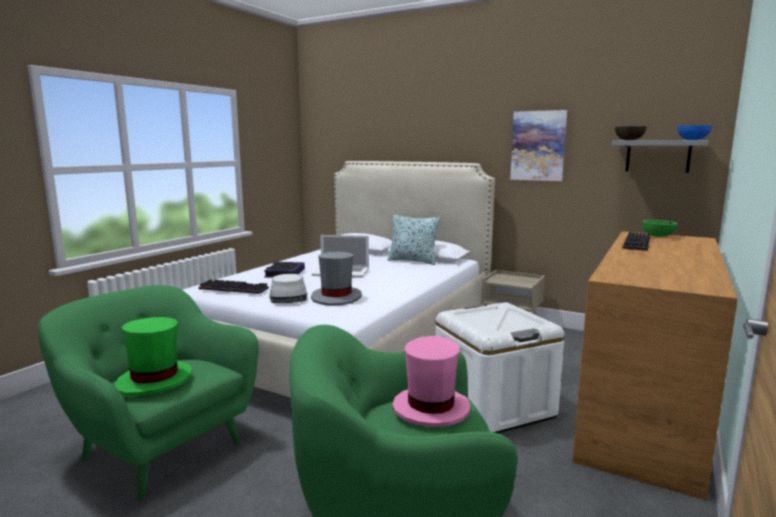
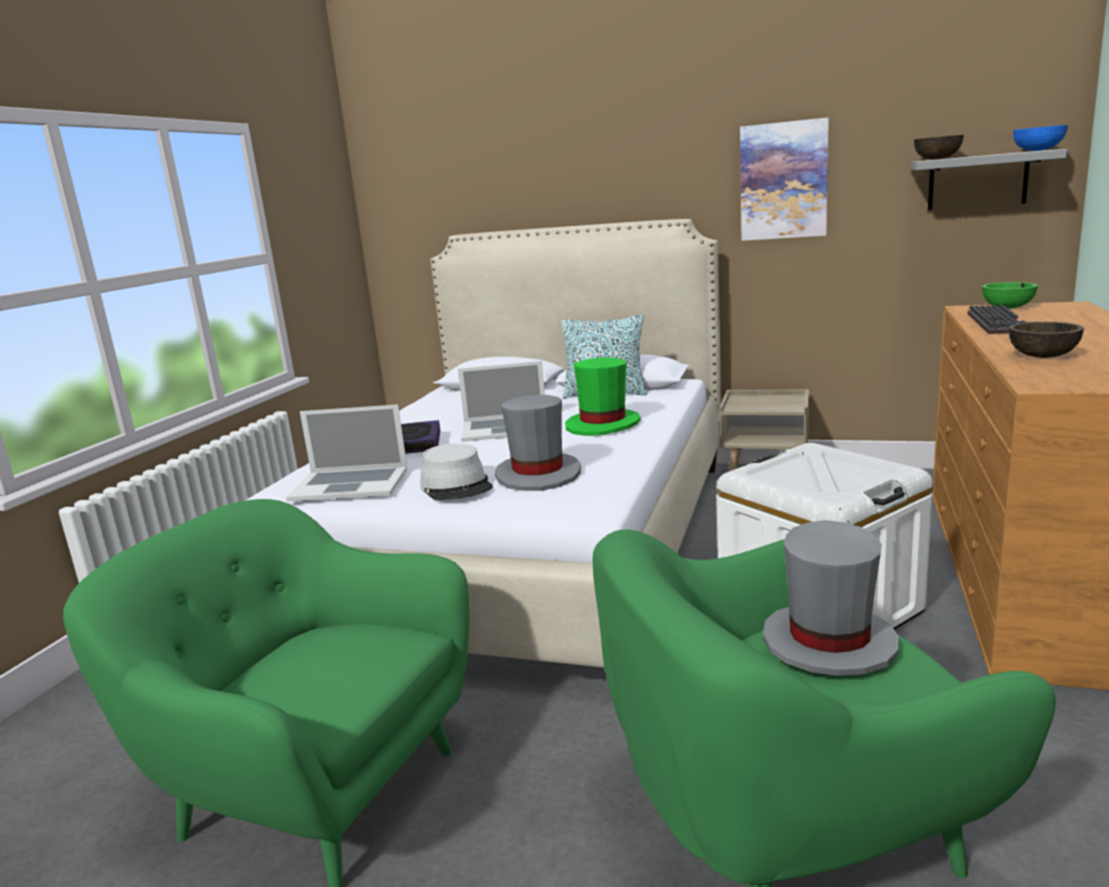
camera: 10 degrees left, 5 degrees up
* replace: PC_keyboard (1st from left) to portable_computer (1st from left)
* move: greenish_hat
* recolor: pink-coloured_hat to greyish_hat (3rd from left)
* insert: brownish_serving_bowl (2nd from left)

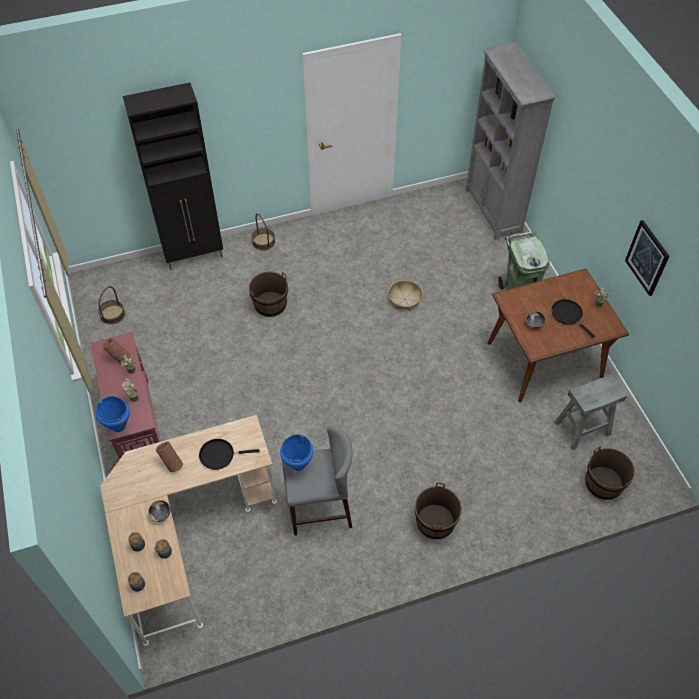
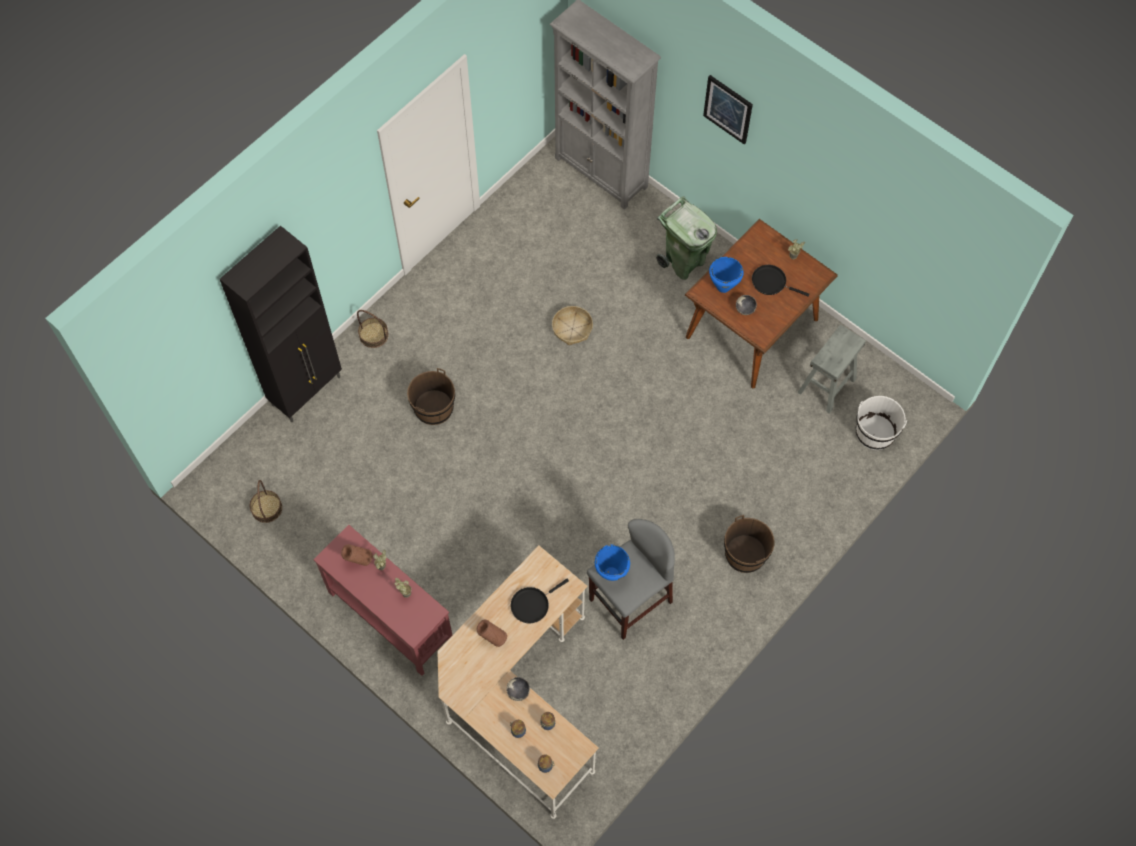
camera: 30 degrees left, 10 degrees up
* move: wall_picture
* move: blue-coloured_stockpot (1st from left in the first image) to blue-coloured_stockpot (2nd from left)
* recolor: brownish_water_bucket (3rd from left) to white_water_bucket

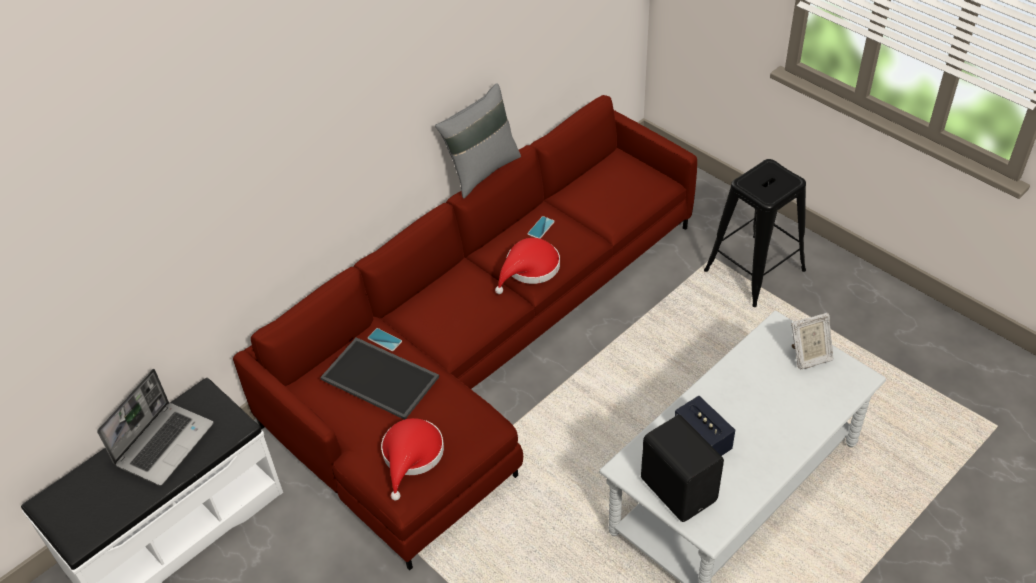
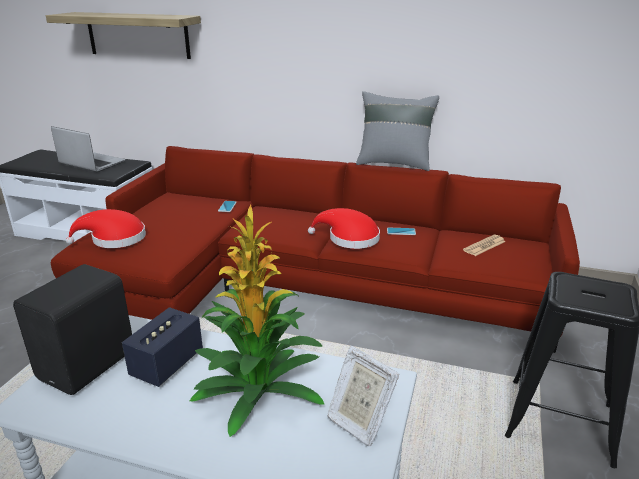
camera: 60 degrees right, 20 degrees down
* insert: bracket_shelf
* rotate: portable_computer 150 degrees counterclockwise
* insert: potted_plant
* insert: daily_paper
* delete: carrying_tray

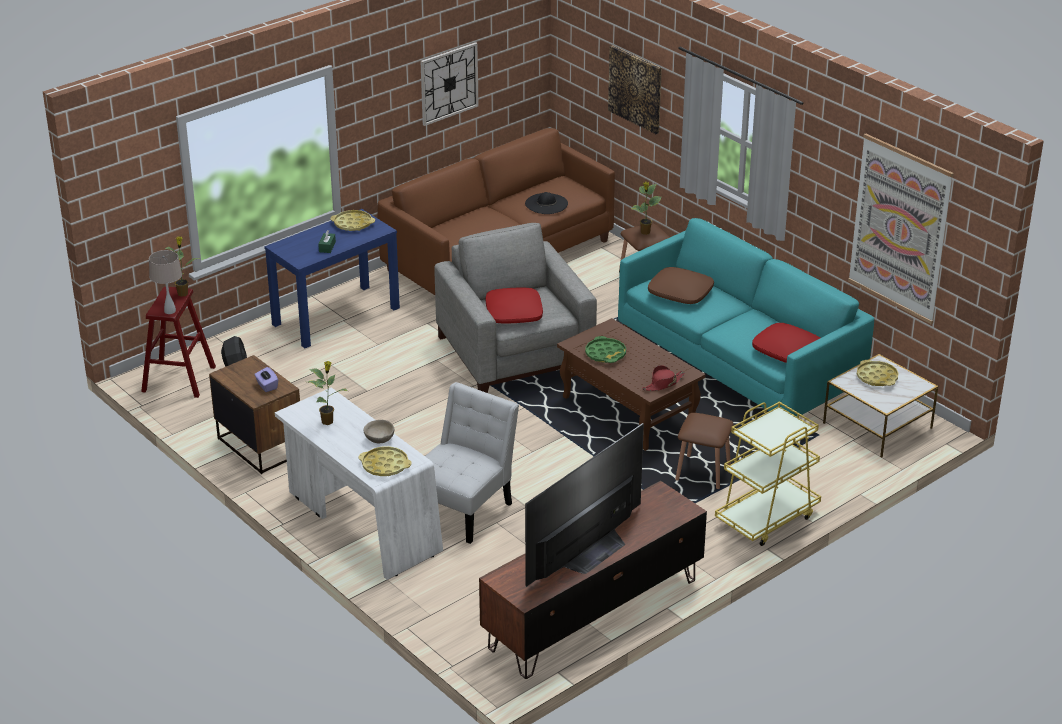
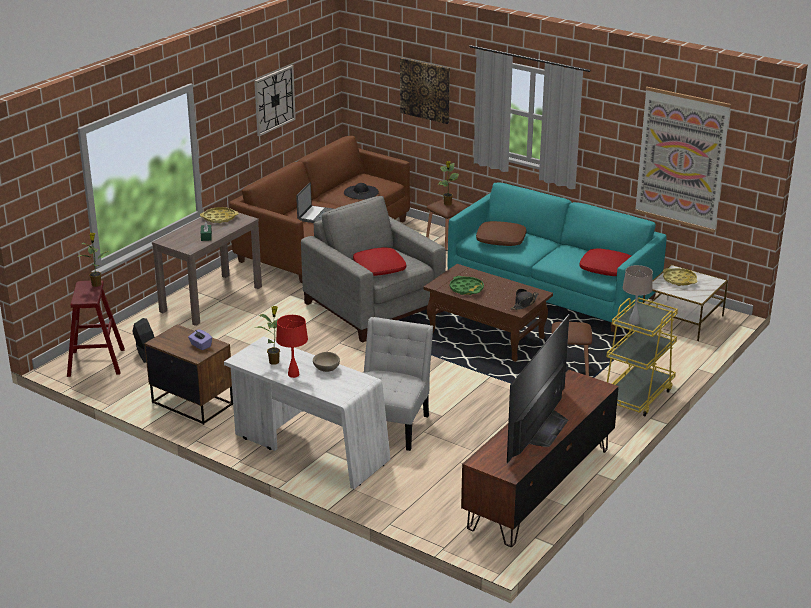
camera: 15 degrees left, 5 degrees down
* recolor: blue-coloured_hall_table to brownish_hall_table
* insert: red_table_lamp
* insert: portable_computer
* recolor: red_hat to blackish_hat (2nd from left)
* move: beige_table_lamp
* delete: yellowish_carrying_tray (2nd from left)

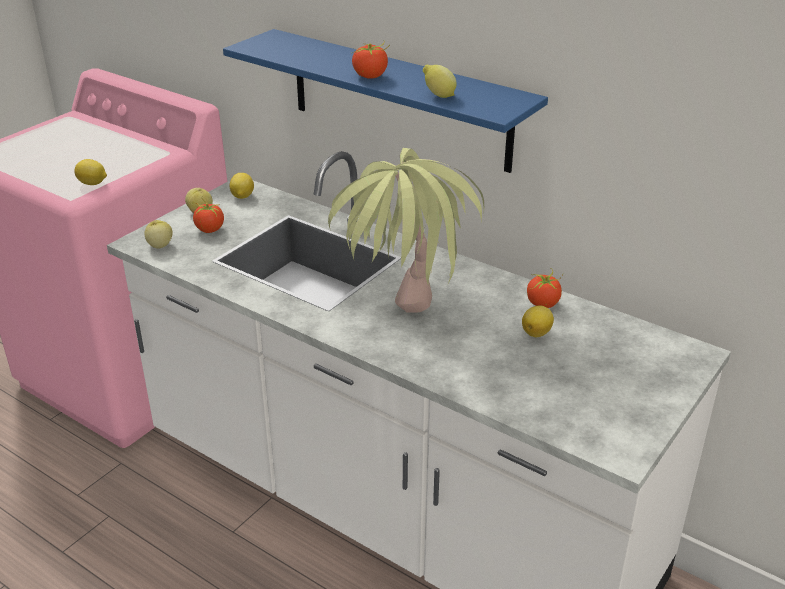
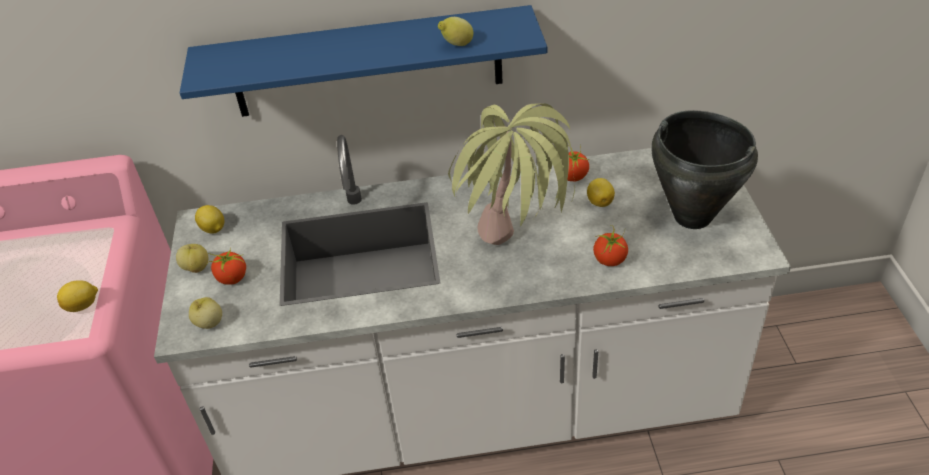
camera: 40 degrees left, 10 degrees up
* move: tomato (2nd from left in the first image) to tomato (3rd from left)
* insert: blackish_stockpot

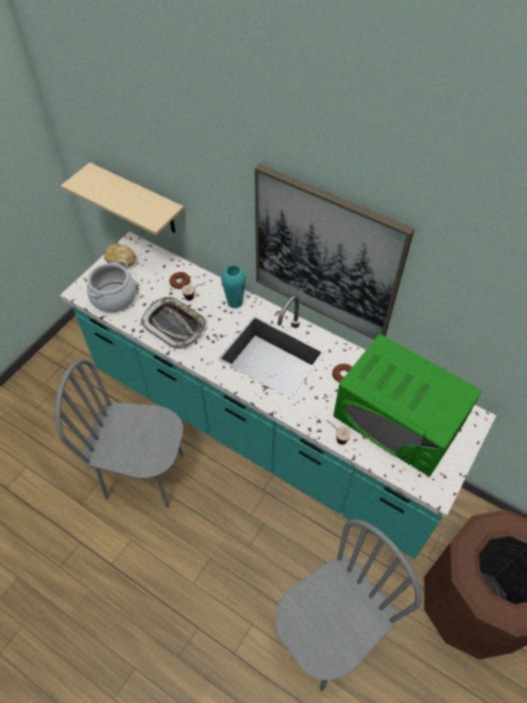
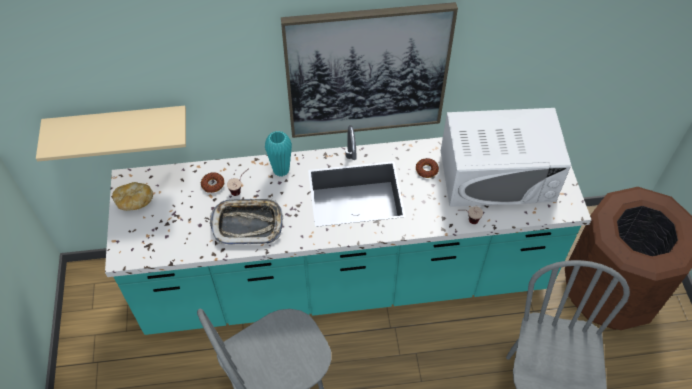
camera: 40 degrees left, 0 degrees up
* recolor: greenish_kitchen_microwave to white_kitchen_microwave
* delete: stockpot

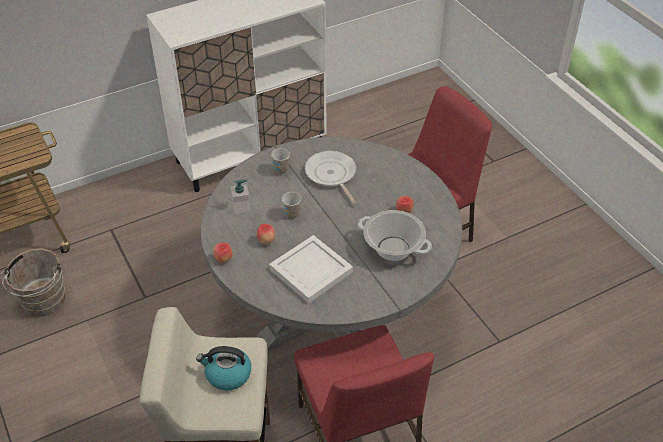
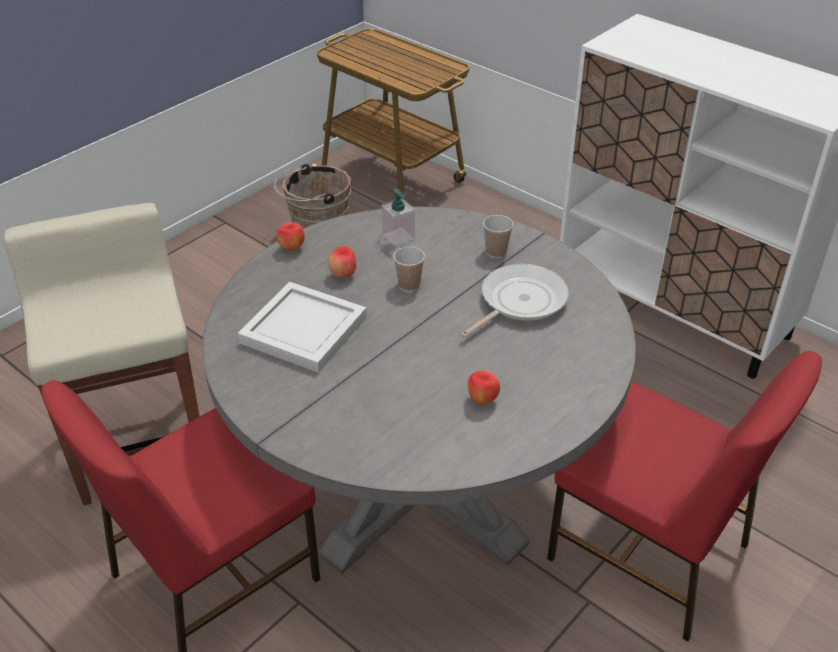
camera: 70 degrees right, 5 degrees down
* delete: water_kettle
* delete: stockpot

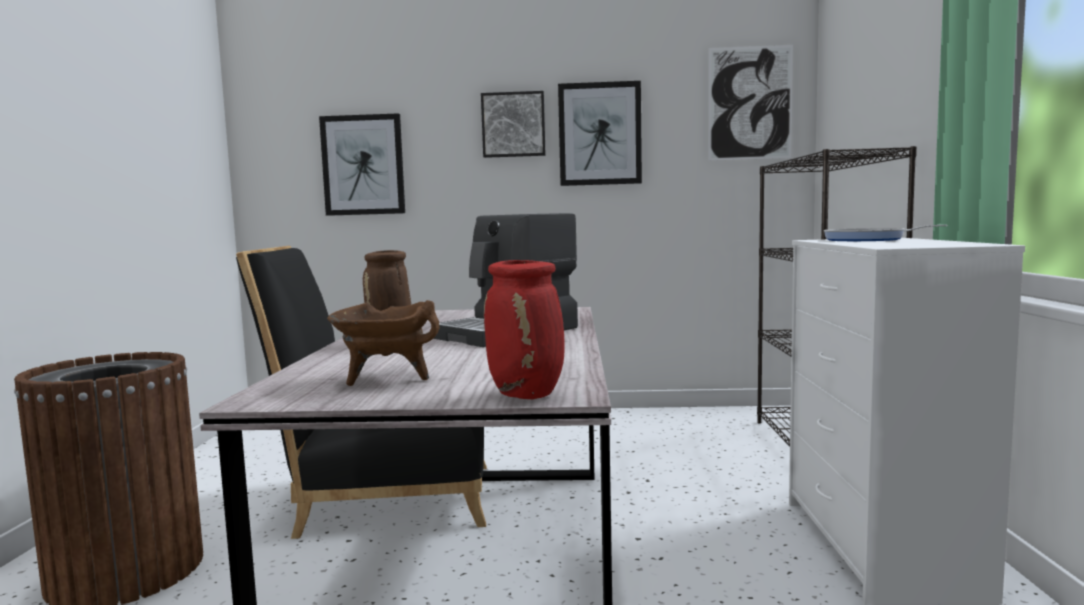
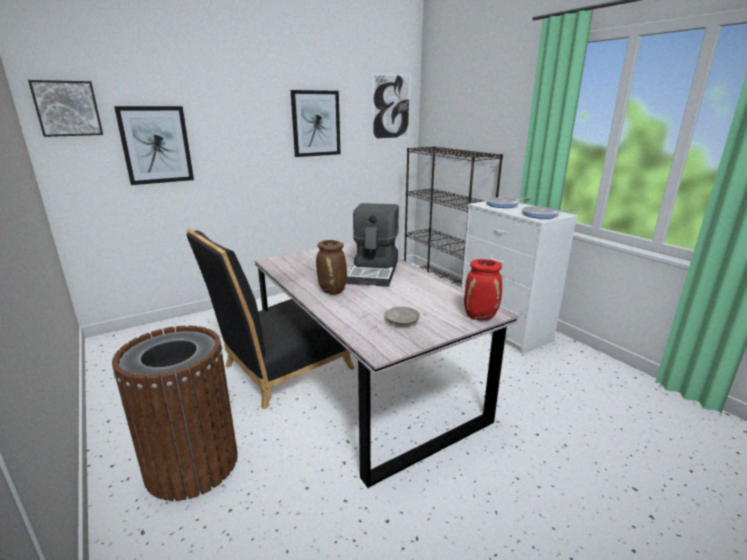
camera: 35 degrees left, 15 degrees up
* move: wall_picture (2nd from left in the first image) to wall_picture (1st from left)
* replace: brownish_stockpot to beige_dinner_plate
* insert: frying_pan (2nd from left)

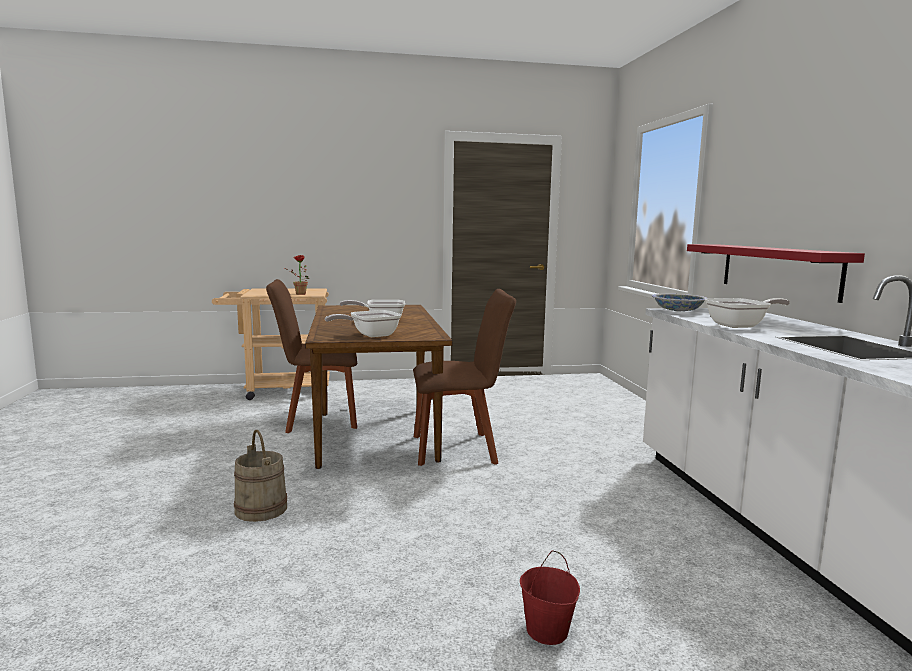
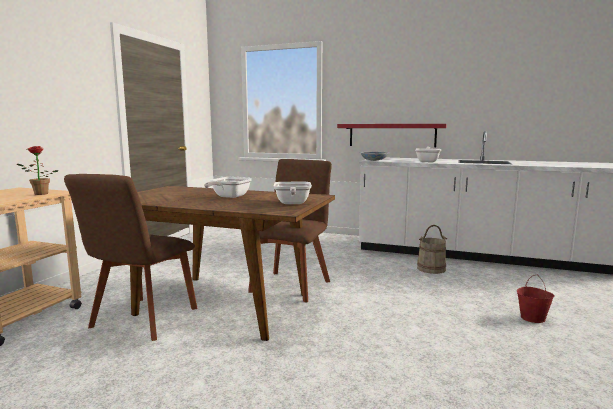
camera: 60 degrees left, 0 degrees up
* move: beige_water_bucket

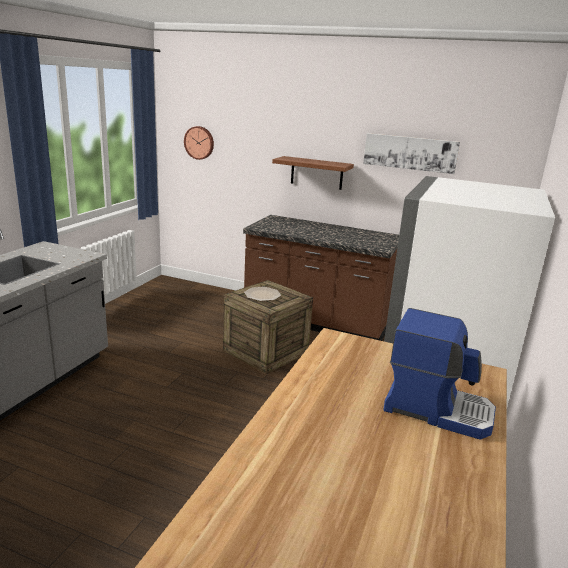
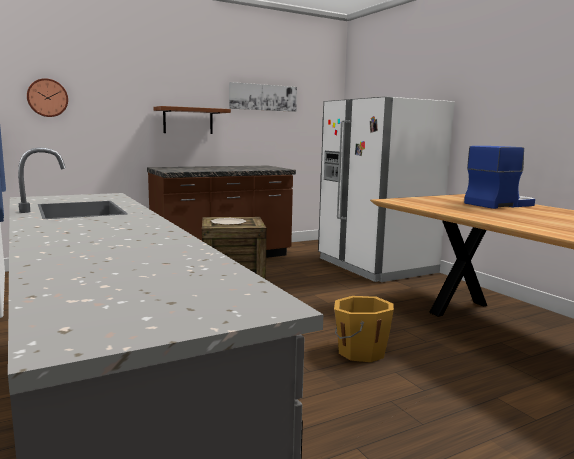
camera: 50 degrees left, 10 degrees down
* insert: orange_water_bucket

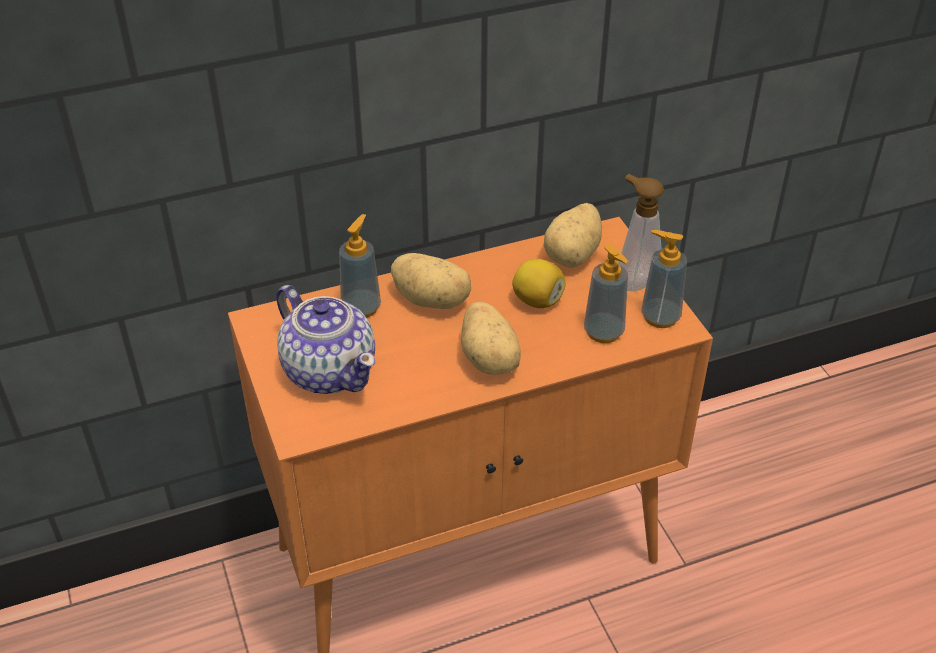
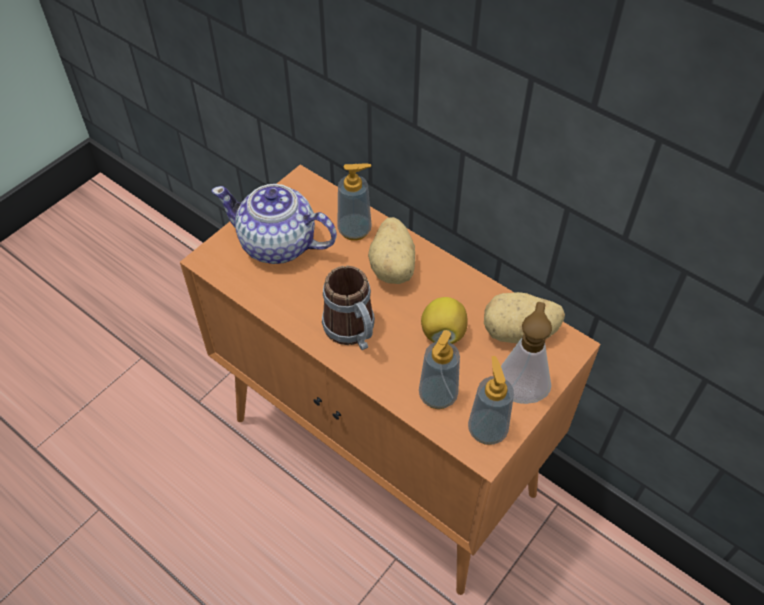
camera: 60 degrees right, 10 degrees up
* rotate: pot_for_tea 90 degrees clockwise
* replace: spud (2nd from left) to coffee_mug

